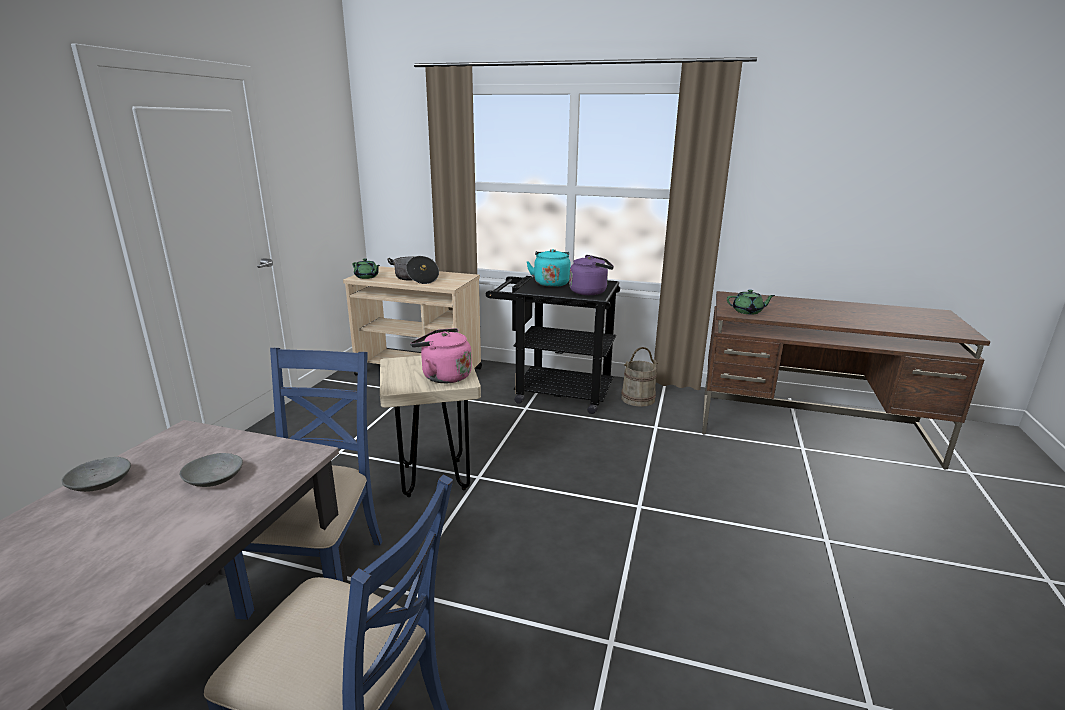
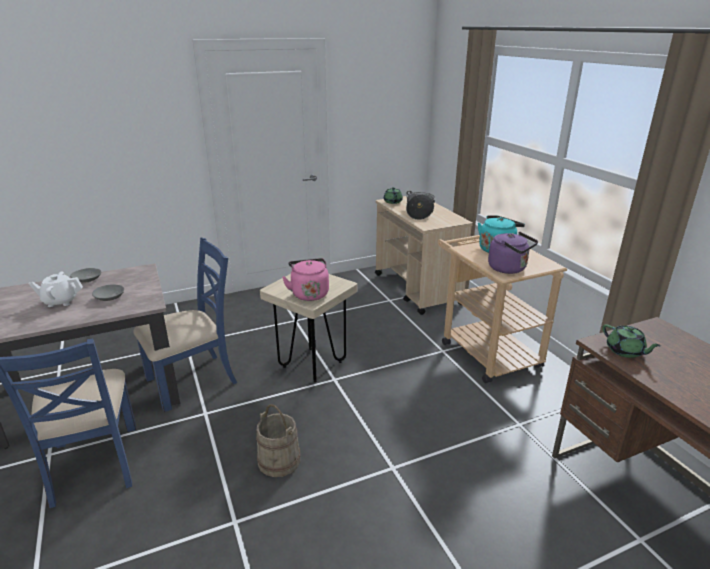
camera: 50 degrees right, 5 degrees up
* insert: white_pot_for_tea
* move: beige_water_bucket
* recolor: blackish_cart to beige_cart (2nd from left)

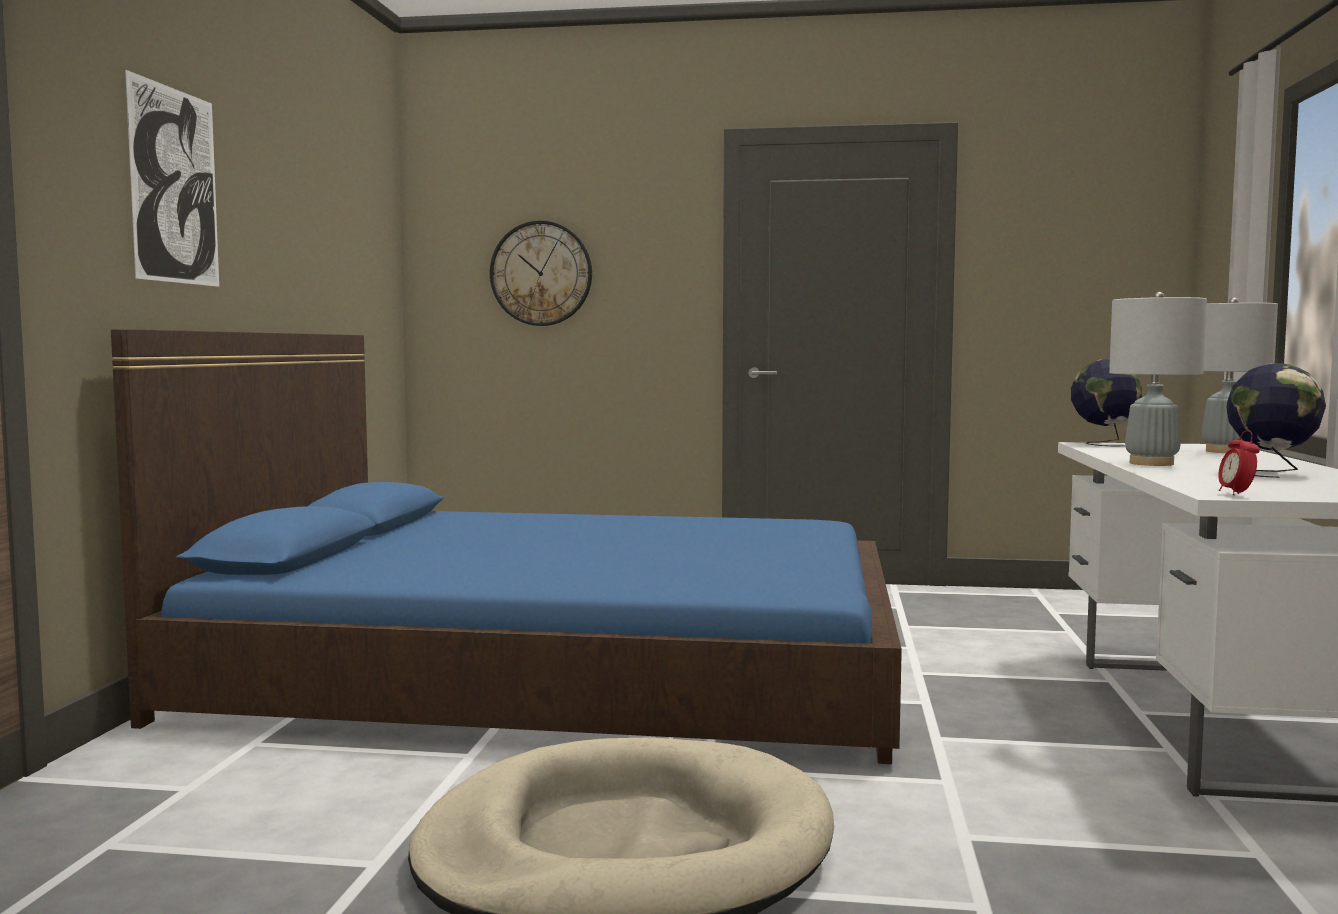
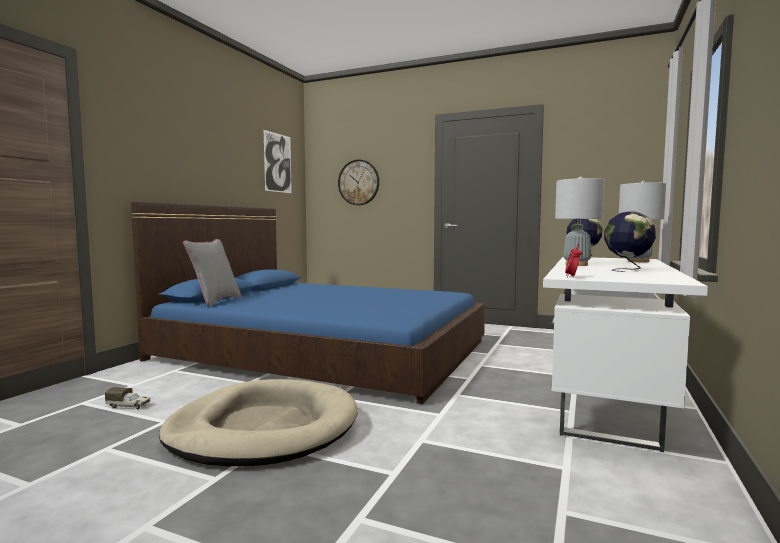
camera: 15 degrees right, 0 degrees up
* insert: toy_lorry
* insert: greyish_throw_pillow
* move: wall_picture

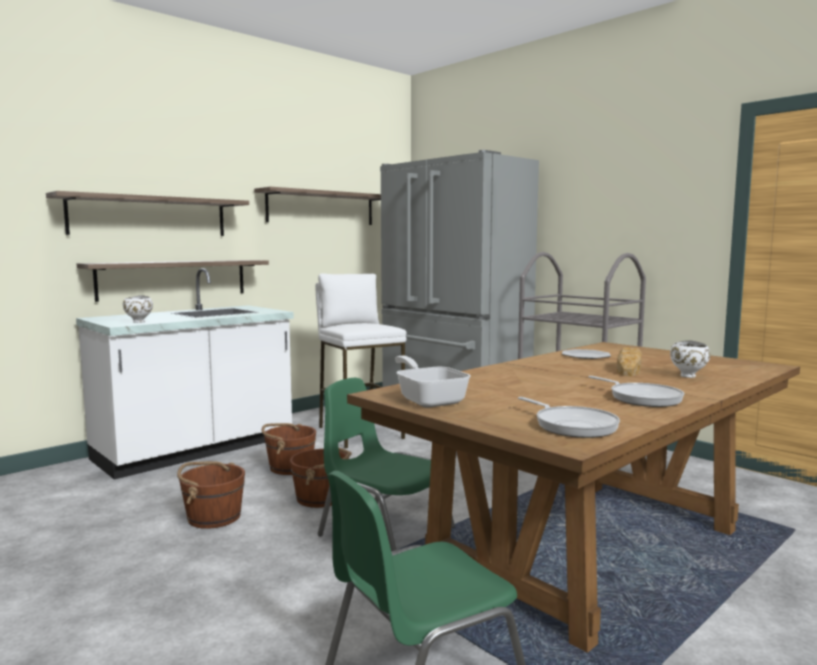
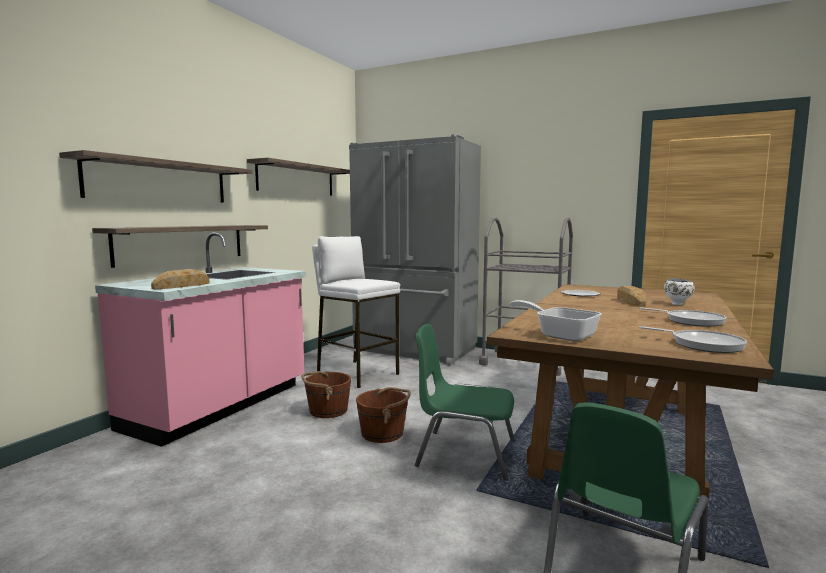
camera: 20 degrees left, 0 degrees up
* recolor: white_kitchen_counter to pink-coloured_kitchen_counter
* replace: white_serving_bowl (1st from left) to bread (1st from left)
* delete: brownish_water_bucket (1st from left)

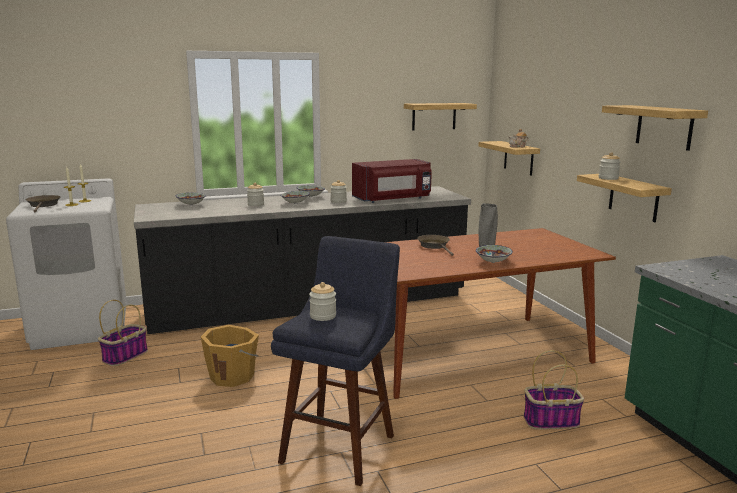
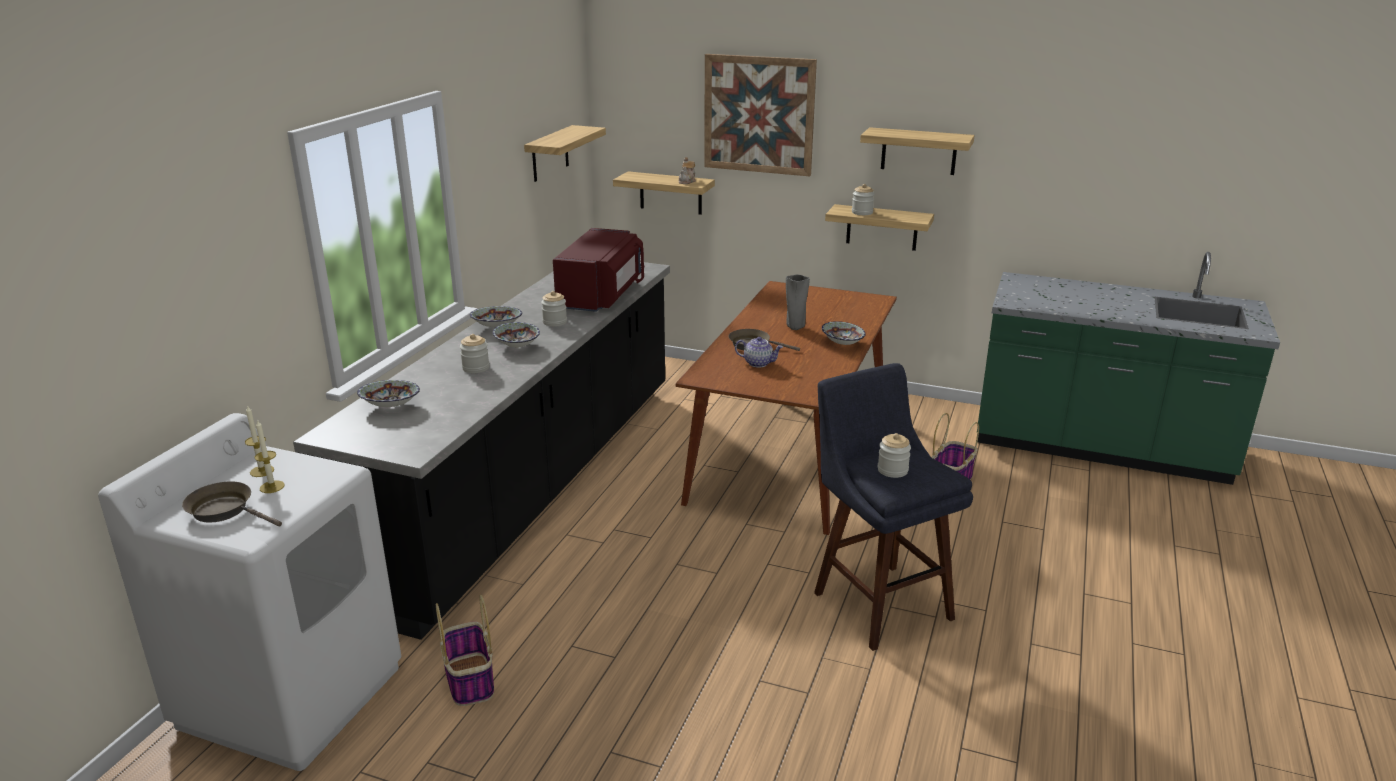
camera: 50 degrees left, 10 degrees up
* insert: wall_picture
* insert: pot_for_tea (2nd from left)
* delete: orange_water_bucket

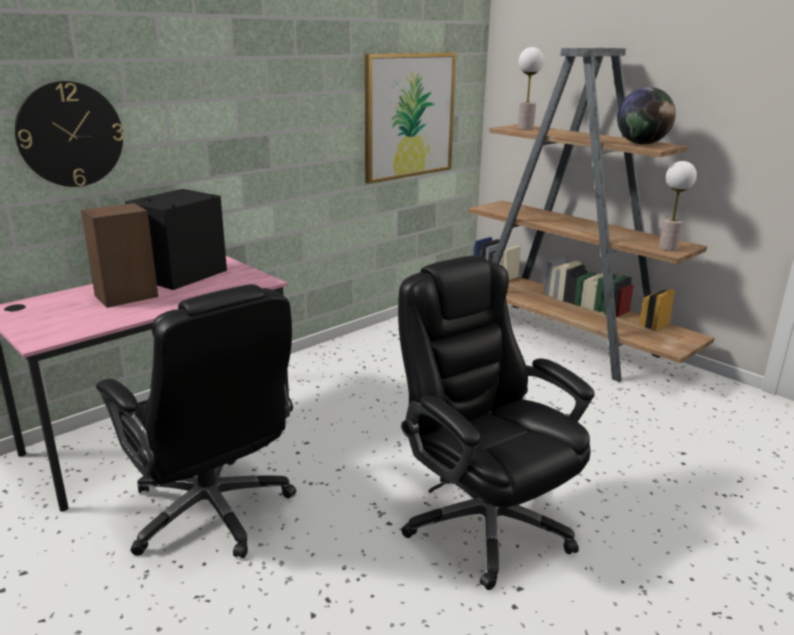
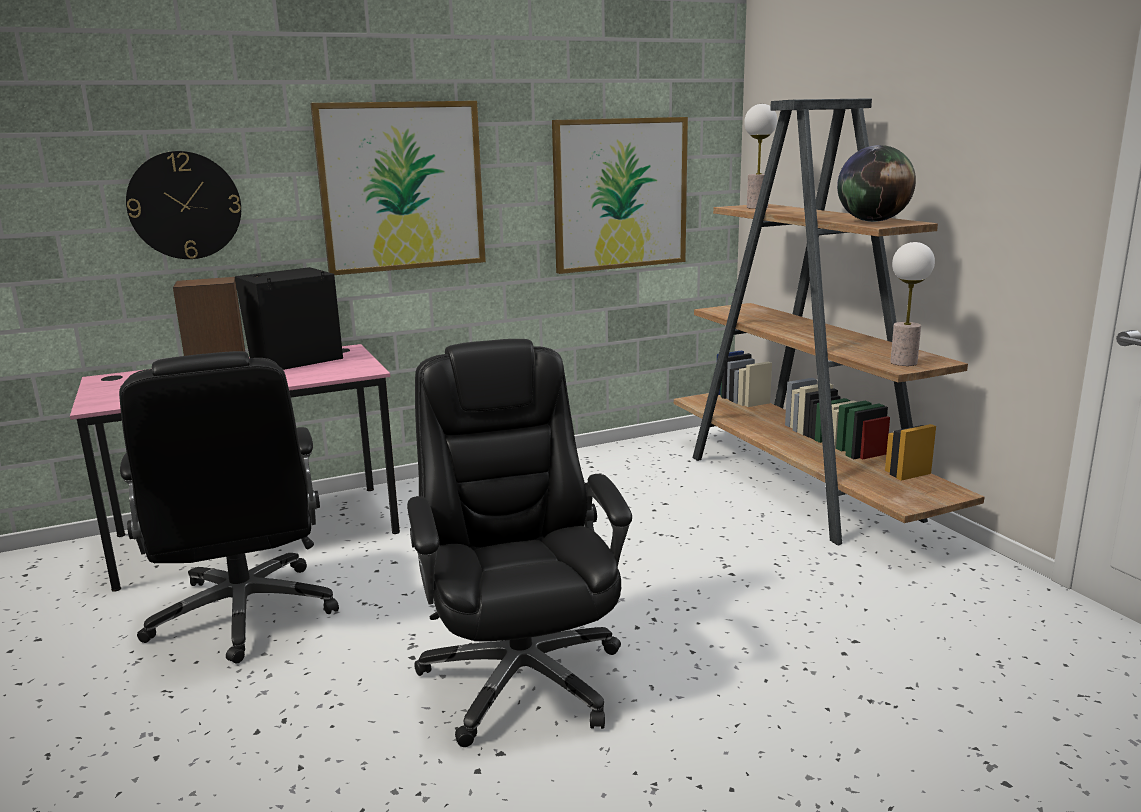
camera: 20 degrees right, 5 degrees down
* insert: wall_picture (1st from left)

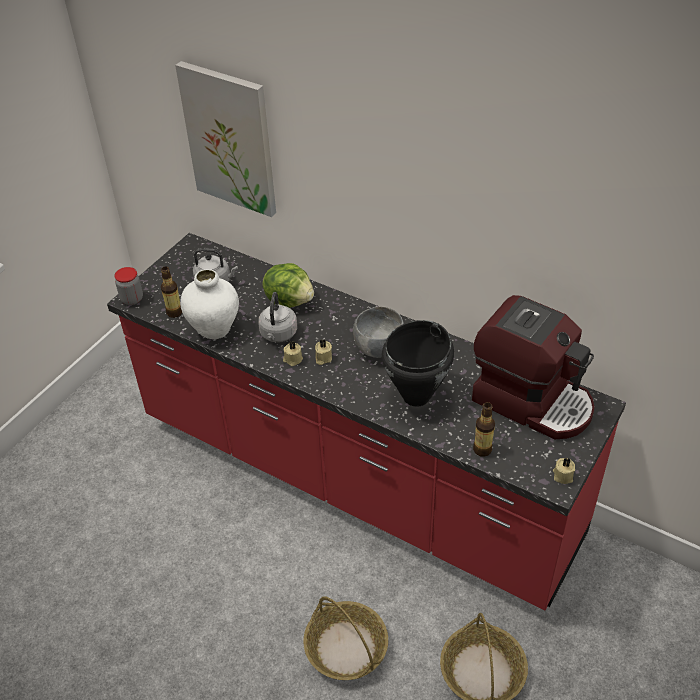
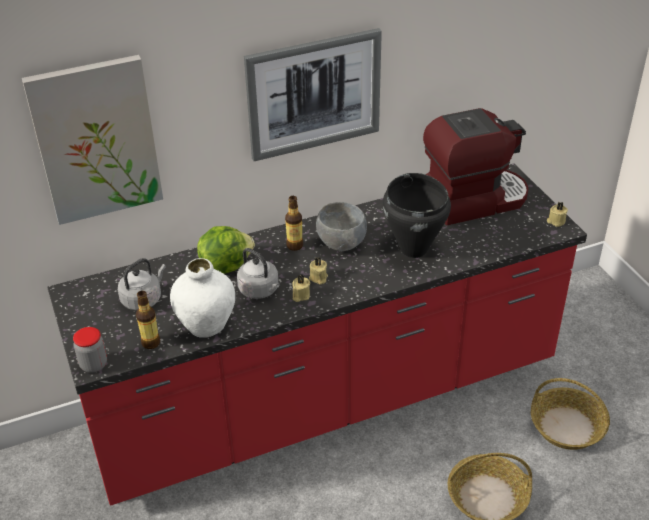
camera: 55 degrees left, 5 degrees down
* insert: wall_picture (2nd from left)
* move: drink_bottle (2nd from left)

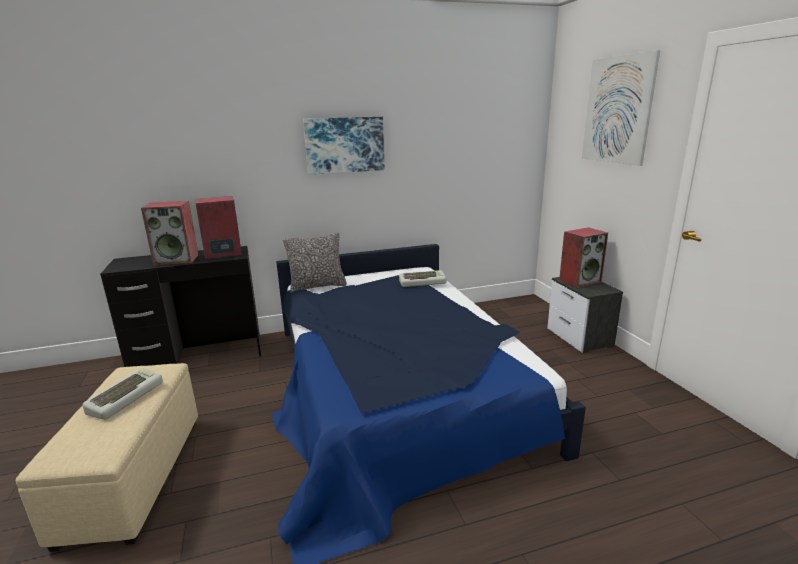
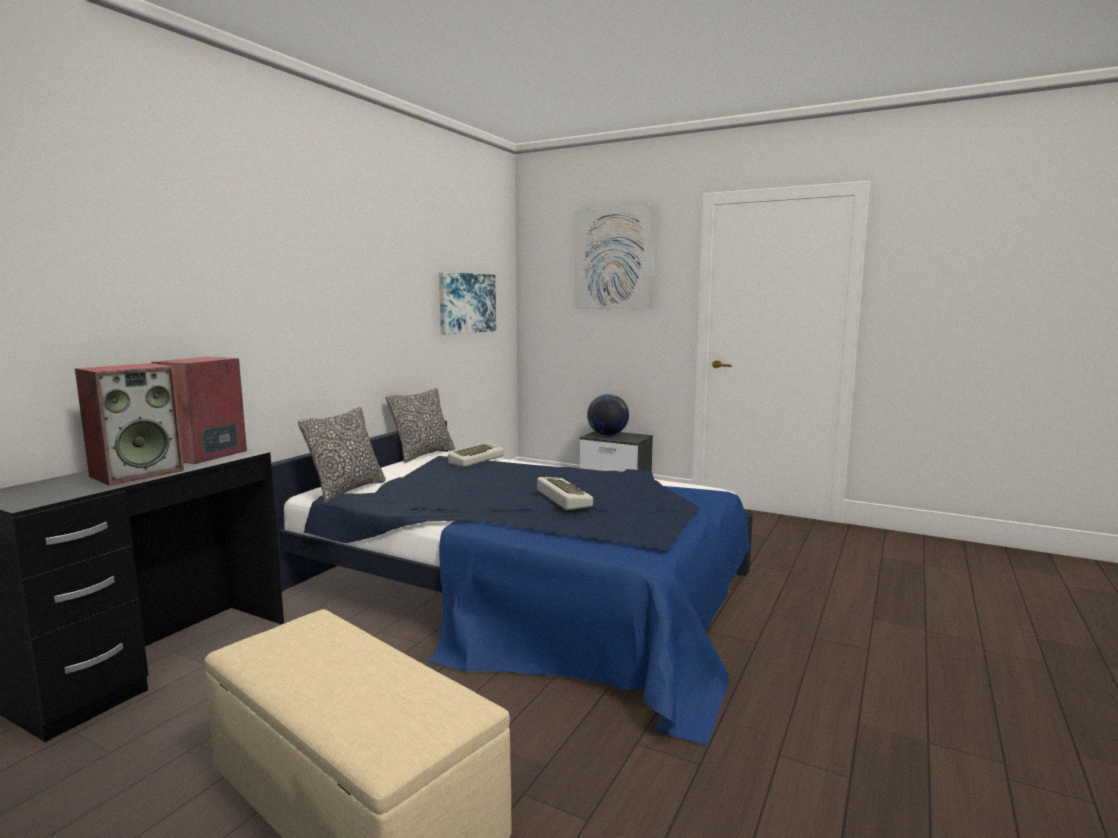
camera: 45 degrees left, 10 degrees down
* insert: throw_pillow (2nd from left)
* move: wall_picture (1st from left)
* move: PC_keyboard (1st from left in the first image) to PC_keyboard (2nd from left)
* replace: audio_speaker (3rd from left) to globe

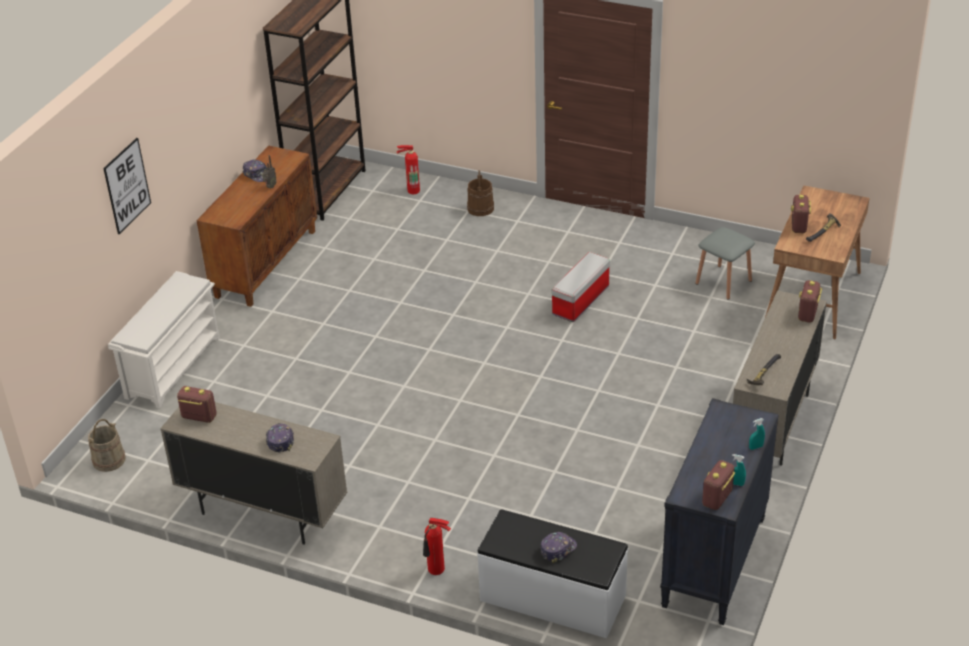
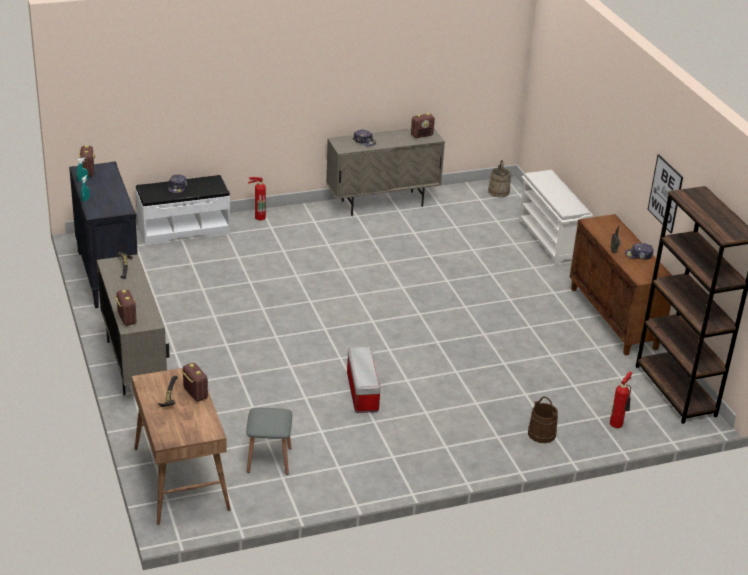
camera: 135 degrees right, 5 degrees down
* move: wall_picture

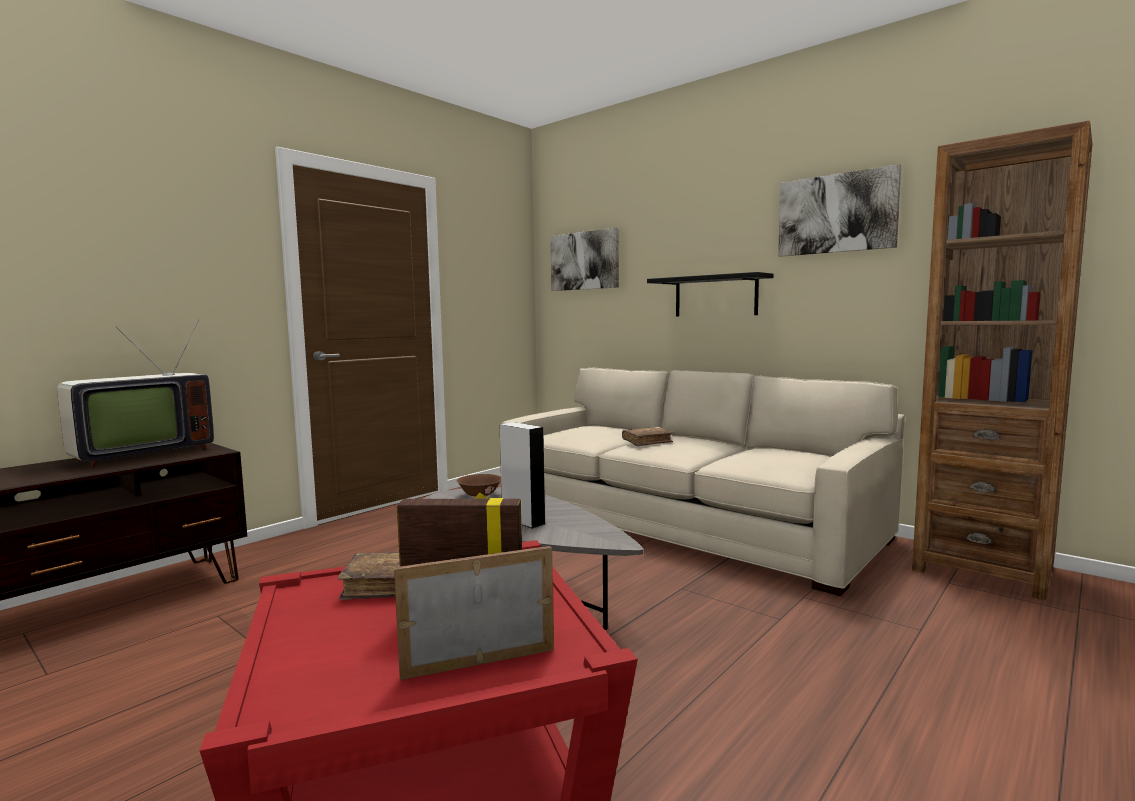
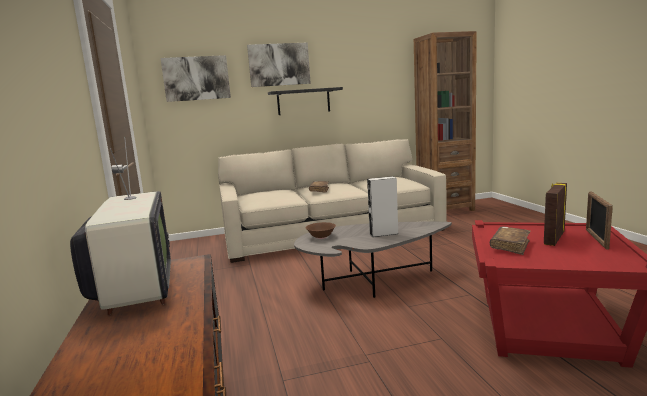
camera: 55 degrees left, 5 degrees up
* move: wall_picture (2nd from left)

